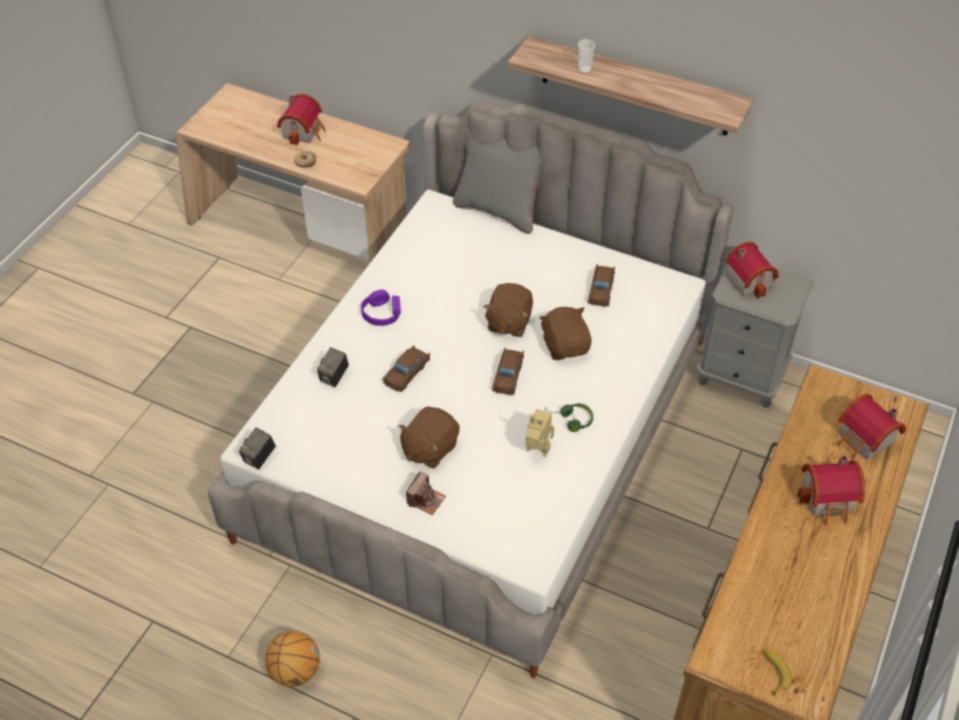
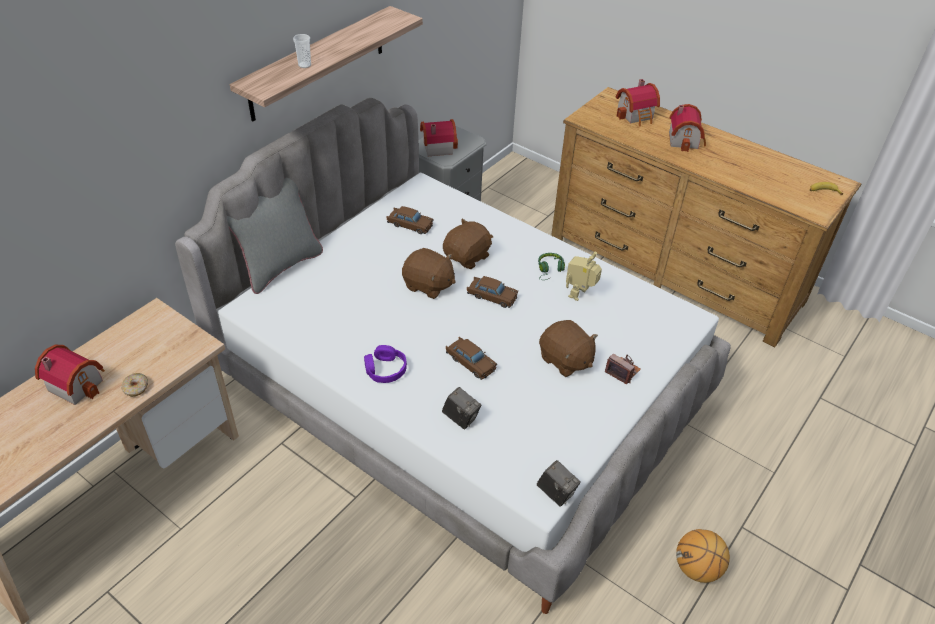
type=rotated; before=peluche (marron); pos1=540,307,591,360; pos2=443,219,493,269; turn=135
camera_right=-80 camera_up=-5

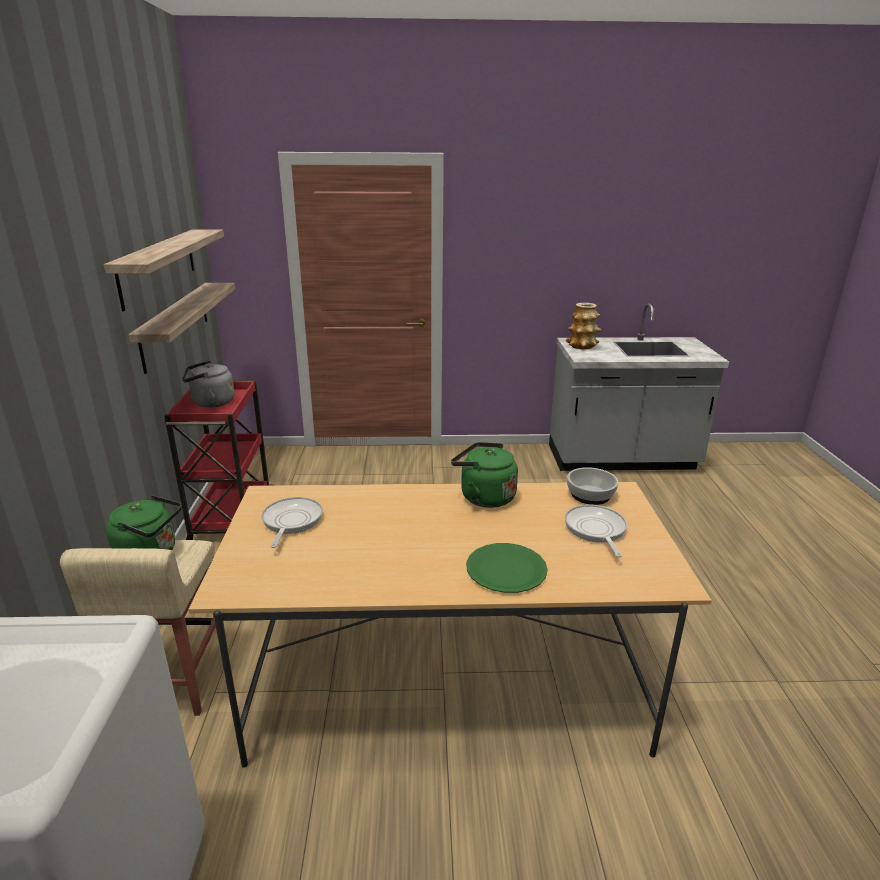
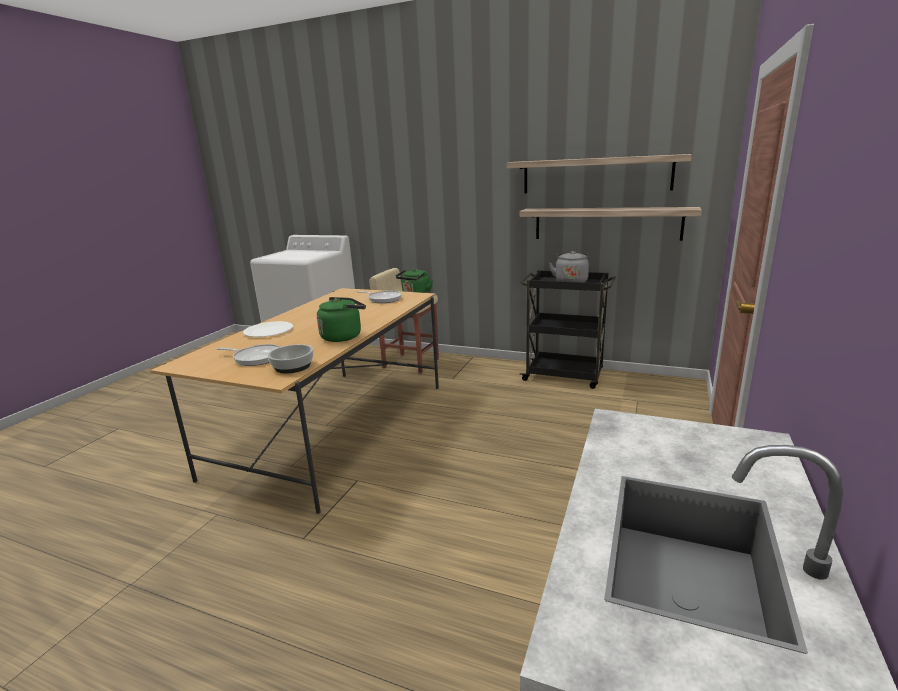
type=repainted; before=chariot (rouge); after=chariot (noir); pos1=164,380,269,540; pos2=520,270,616,389
type=repainted; before=assiette (vert); after=assiette (blanc); pos1=466,543,548,593; pos2=243,321,293,337
type=gone; before=vase; pos1=566,303,601,349
camera_right=115 camera_up=-5

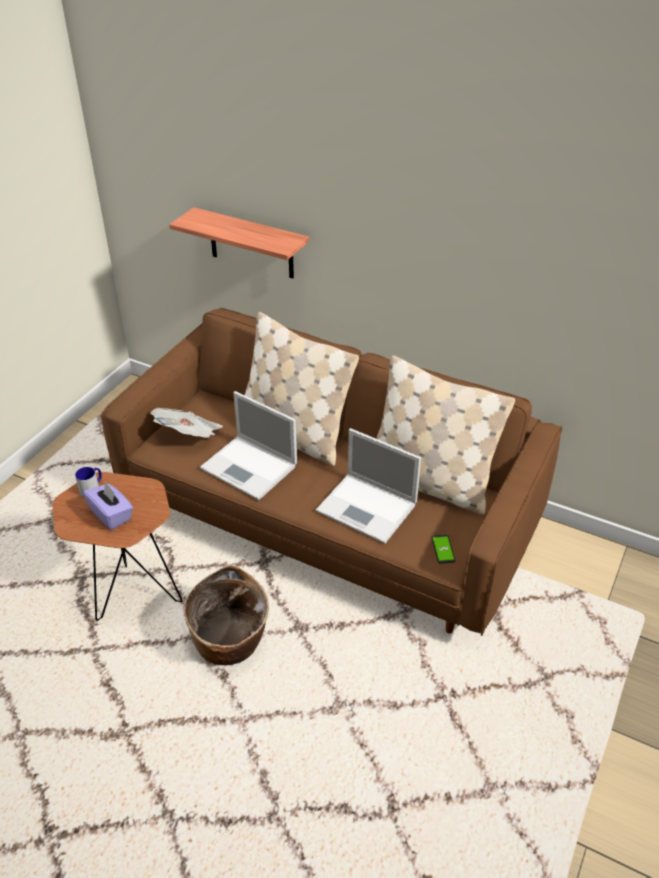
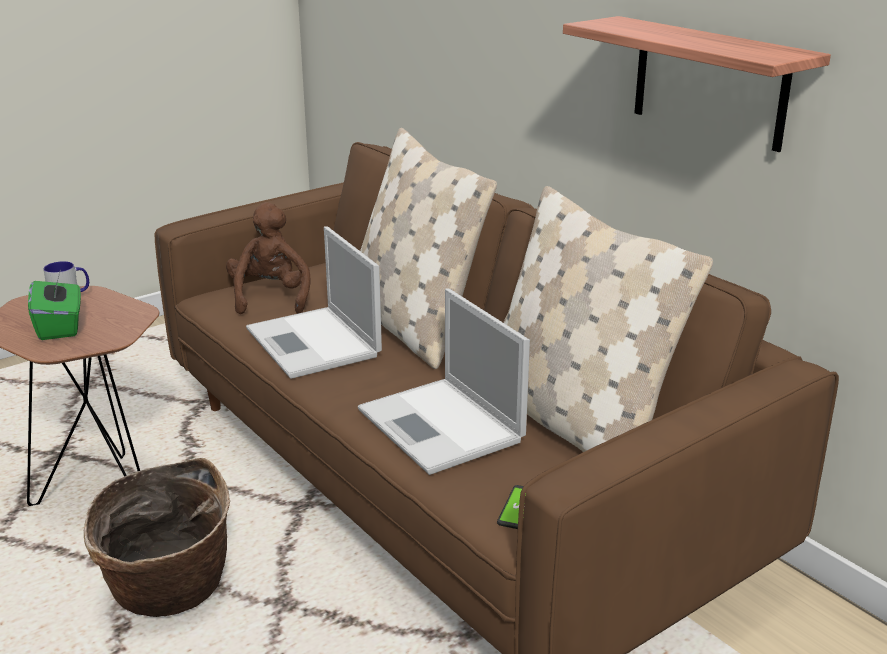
type=repainted; before=boîte à mouchoirs (violet); after=boîte à mouchoirs (vert); pos1=83,482,133,530; pos2=28,272,81,340
type=swapped; before=journal; after=peluche (marron); pos1=151,408,223,438; pos2=226,202,310,314
type=shifted; before=étagère; pos1=169,207,309,278; pos2=563,16,831,152
camera_right=25 camera_up=-15

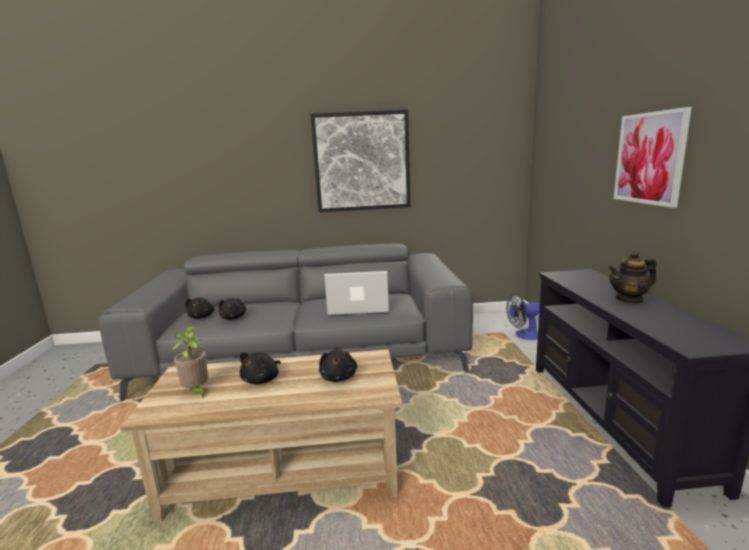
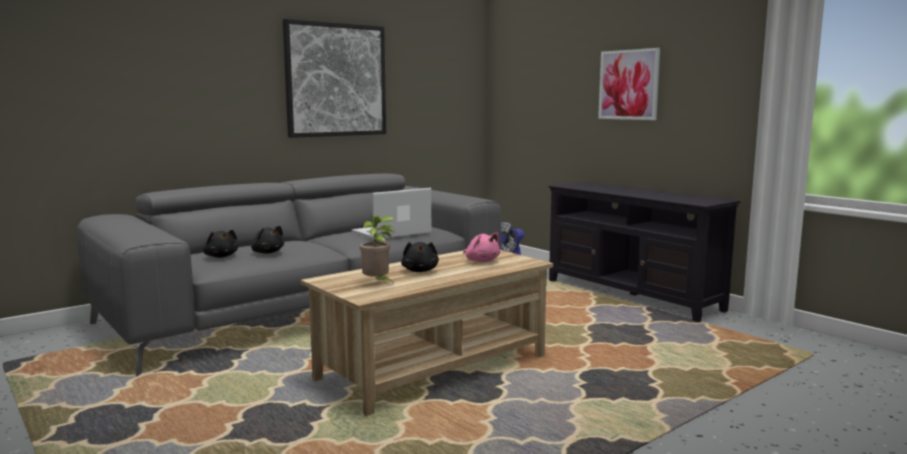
type=repainted; before=peluche (noir); after=peluche (rose); pos1=319,350,357,382; pos2=463,233,500,262
type=gone; before=théière; pos1=608,251,657,304
camera_right=-35 camera_up=-5

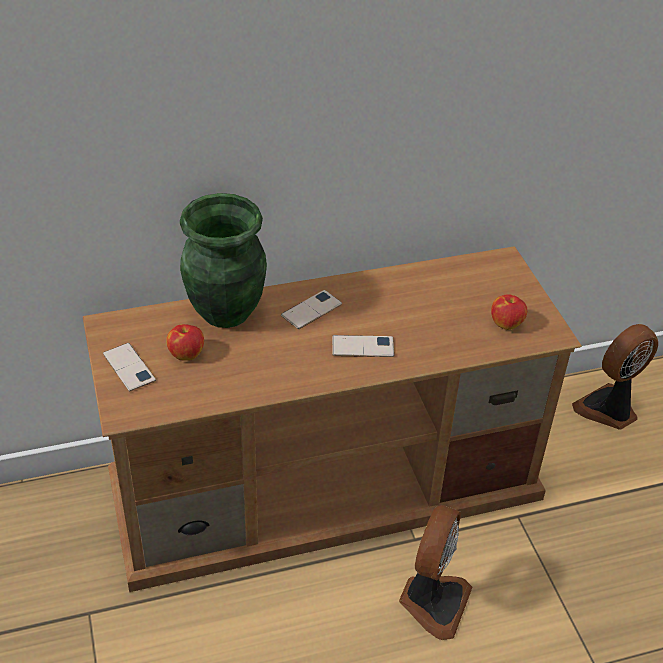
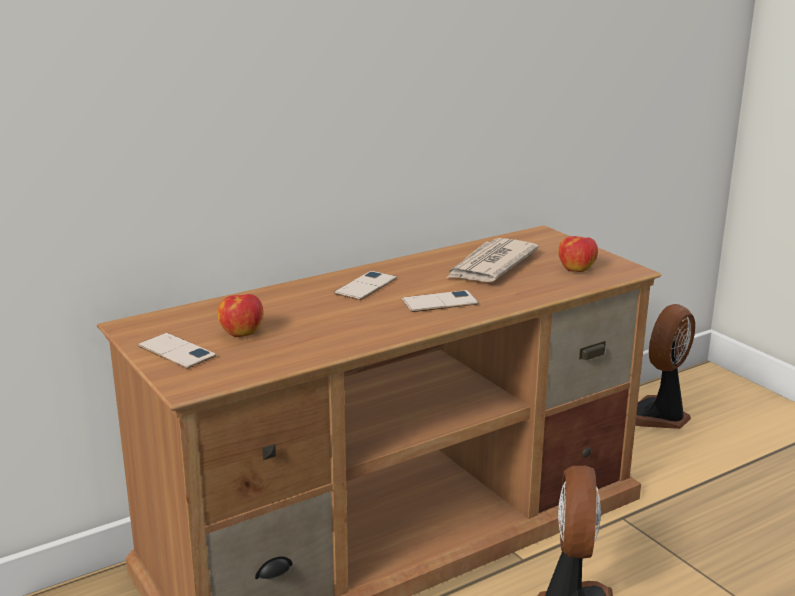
type=gone; before=vase (vert); pos1=180,193,267,328
type=new; after=journal; pos2=445,238,539,282
camera_right=-15 camera_up=-20

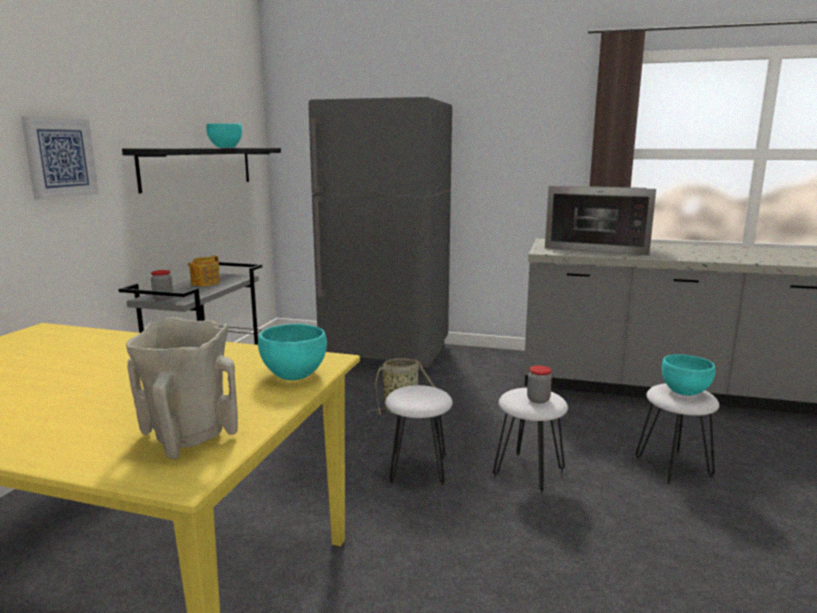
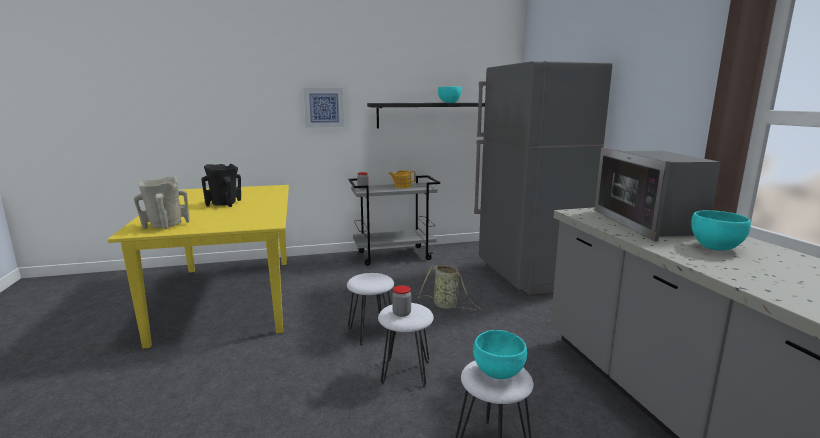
type=shifted; before=bol (turquoise); pos1=258,324,327,380; pos2=691,210,751,251
type=new; after=vase (noir); pos2=201,164,241,207
camera_right=60 camera_up=0

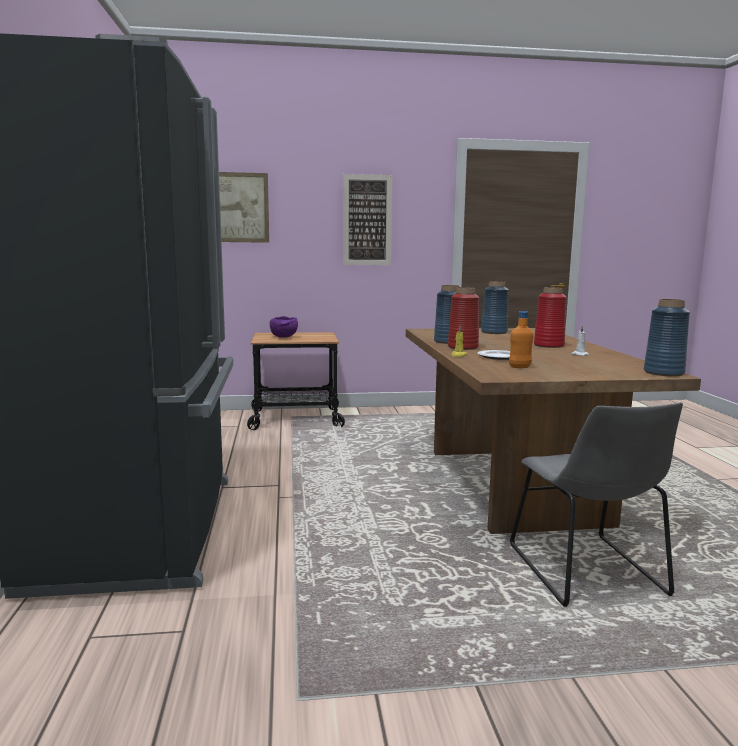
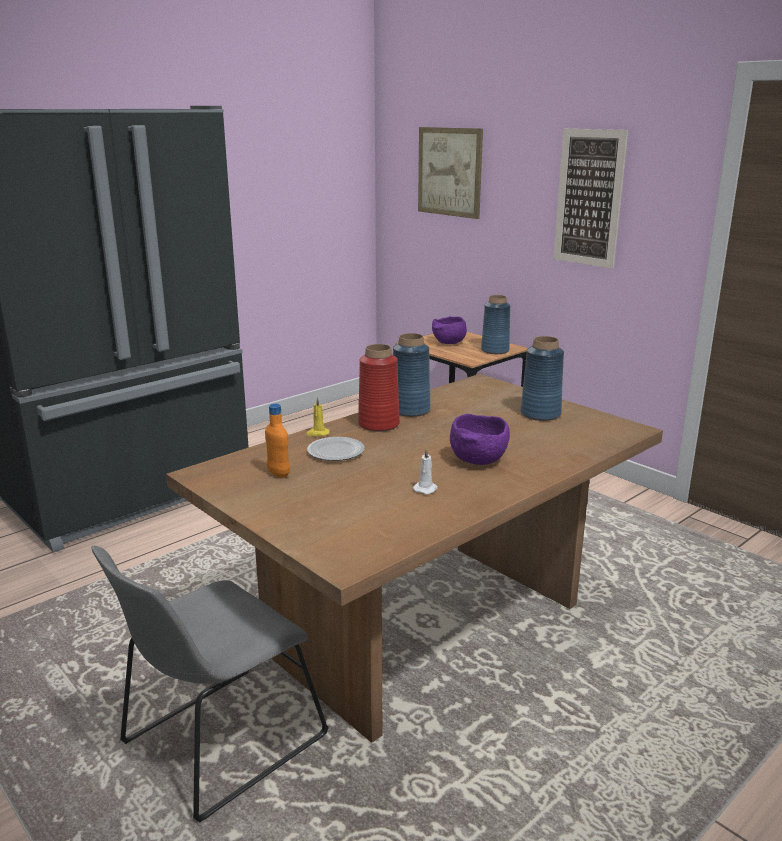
type=swapped; before=vase (rouge); after=bol (violet); pos1=534,287,567,348; pos2=450,414,510,465
type=shifted; before=vase (bleu); pos1=644,299,690,377; pos2=481,295,510,354
camera_right=55 camera_up=10

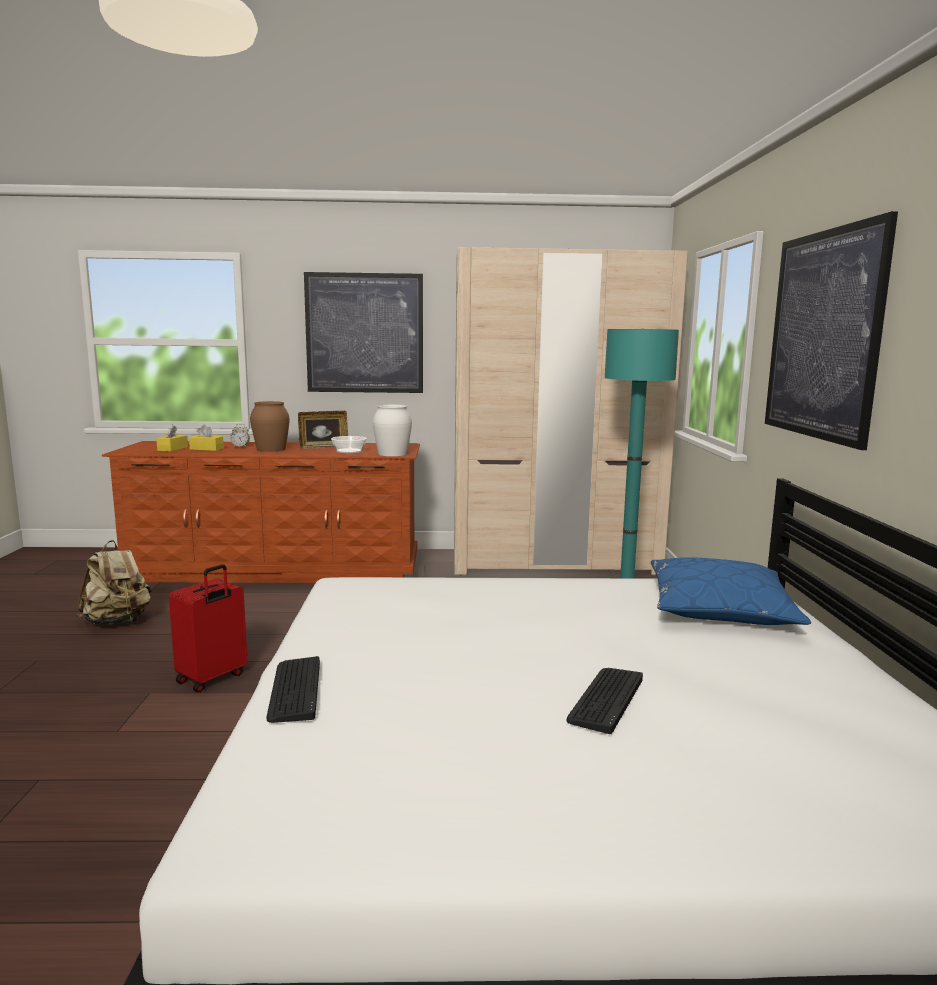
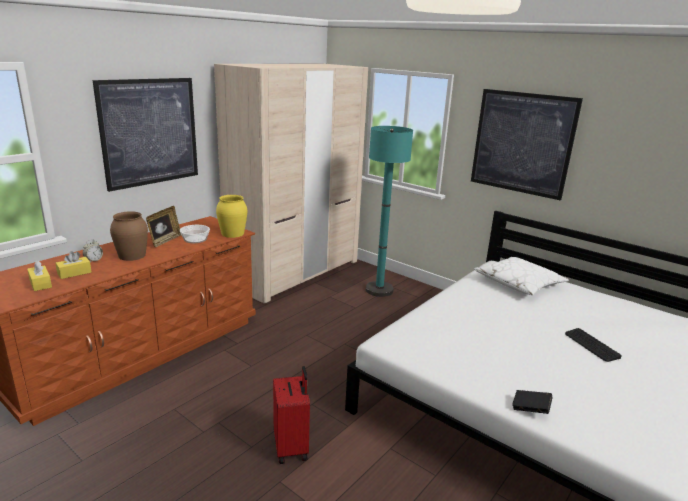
type=gone; before=sac à dos (beige); pos1=76,540,152,625
type=swapped; before=clavier; after=livre (noir); pos1=266,656,320,723; pos2=512,390,552,414
type=repainted; before=vase (blanc); after=vase (jaune); pos1=373,405,412,456; pos2=216,195,247,238
type=repainted; before=coussin (bleu); after=coussin (blanc); pos1=651,557,811,625; pos2=474,257,569,295
camera_right=-50 camera_up=10

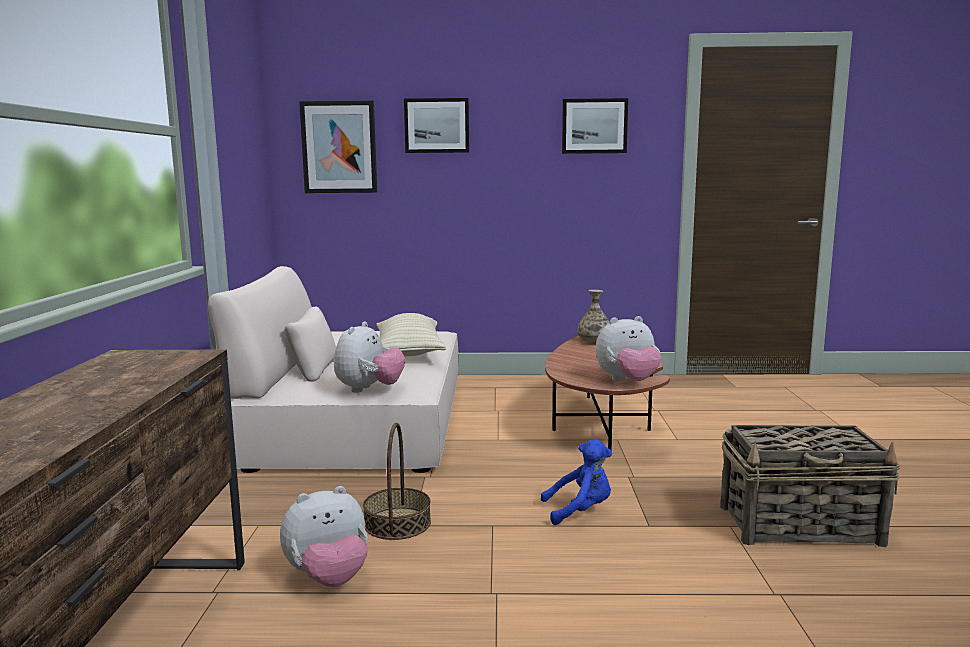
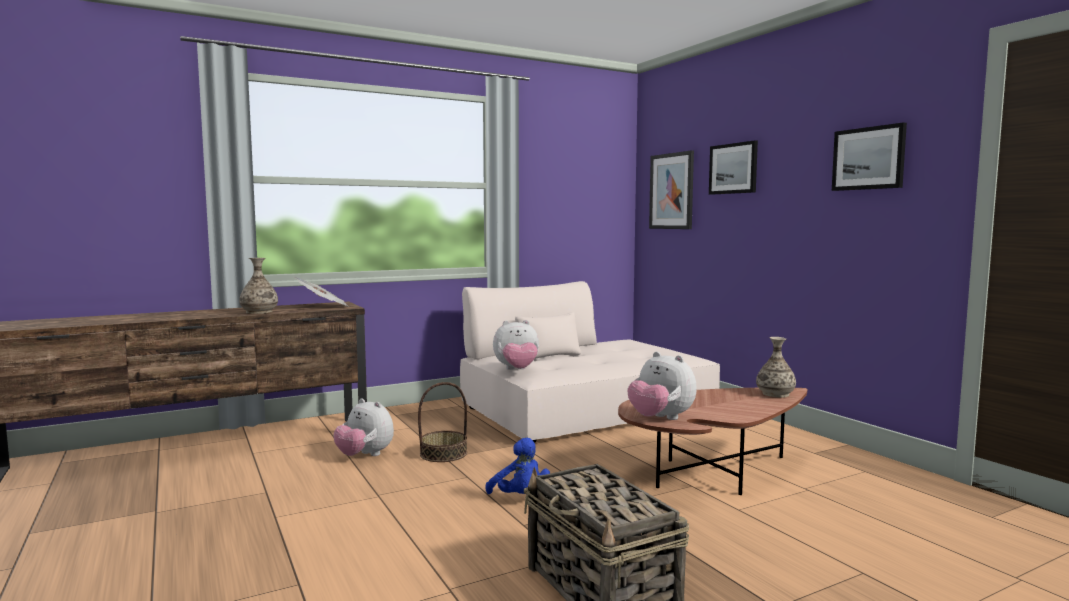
type=gone; before=coussin (beige); pos1=377,313,446,356
type=new; after=vase; pos2=239,258,278,314
type=new; after=journal; pos2=292,276,350,307
camera_right=60 camera_up=-5

